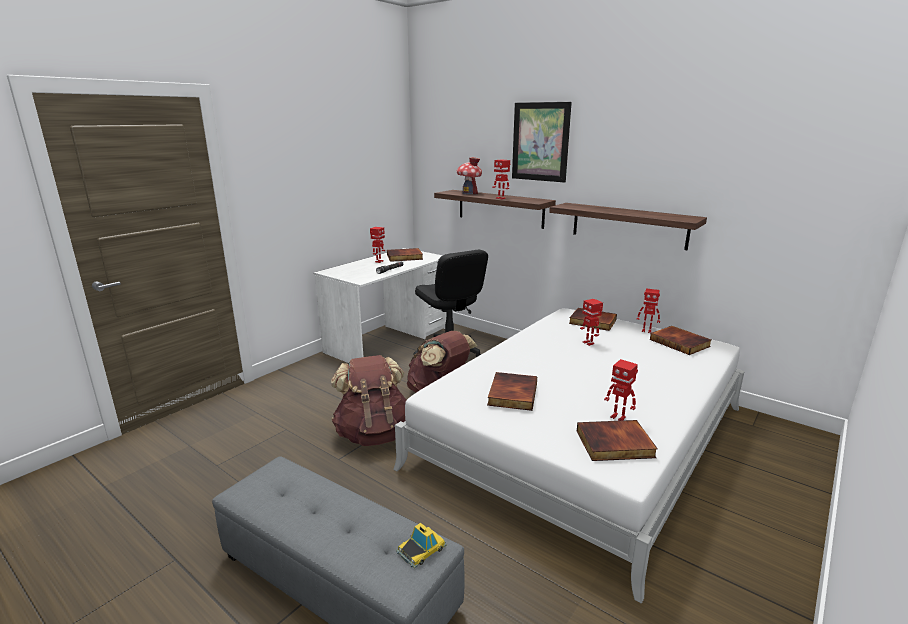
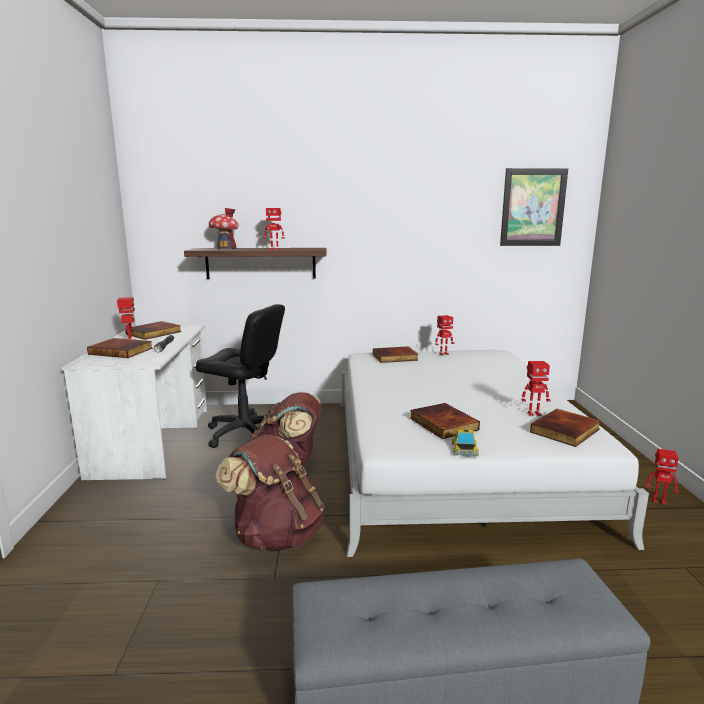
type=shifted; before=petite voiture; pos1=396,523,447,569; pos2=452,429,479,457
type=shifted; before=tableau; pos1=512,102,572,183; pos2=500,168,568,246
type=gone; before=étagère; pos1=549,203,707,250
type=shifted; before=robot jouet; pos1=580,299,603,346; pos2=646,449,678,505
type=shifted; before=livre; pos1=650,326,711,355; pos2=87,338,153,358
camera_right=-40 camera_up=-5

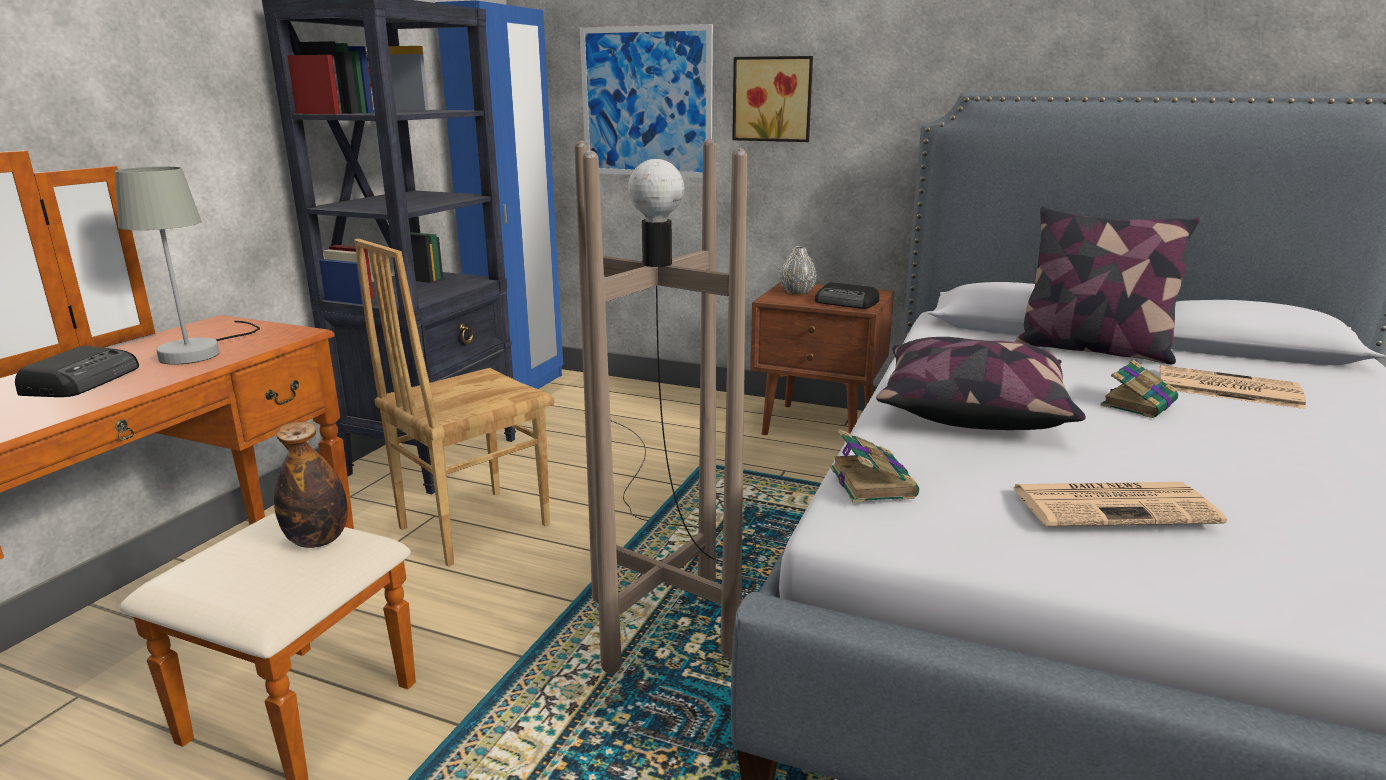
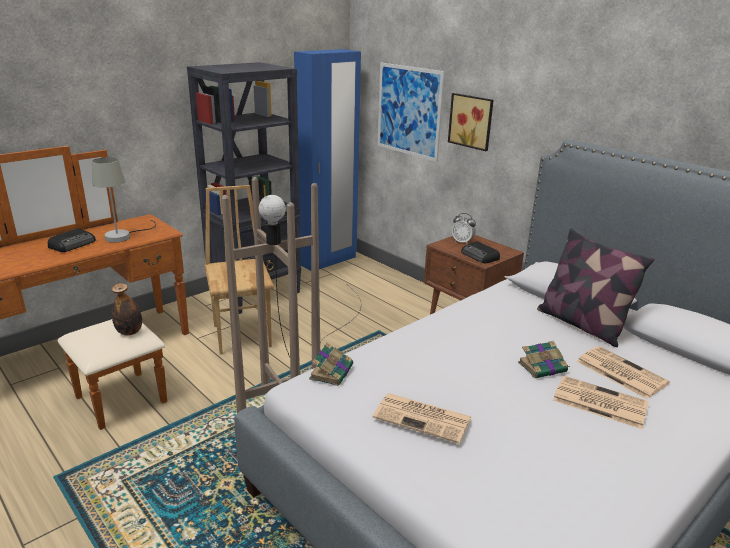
type=rotated; before=chaise (marron); pos1=354,239,554,567; pos2=204,185,274,355; turn=90
type=swapped; before=vase (gris); after=réveil; pos1=780,246,817,295; pos2=452,213,476,245
type=gone; before=coussin; pos1=876,337,1086,430
type=new; after=journal; pos2=553,376,649,429
camera_right=25 camera_up=5

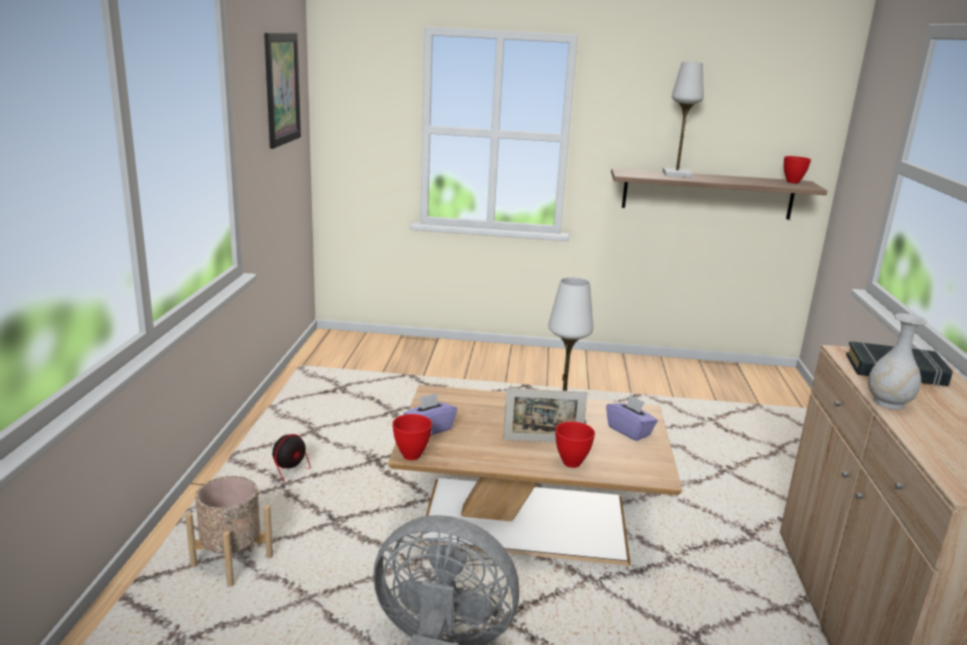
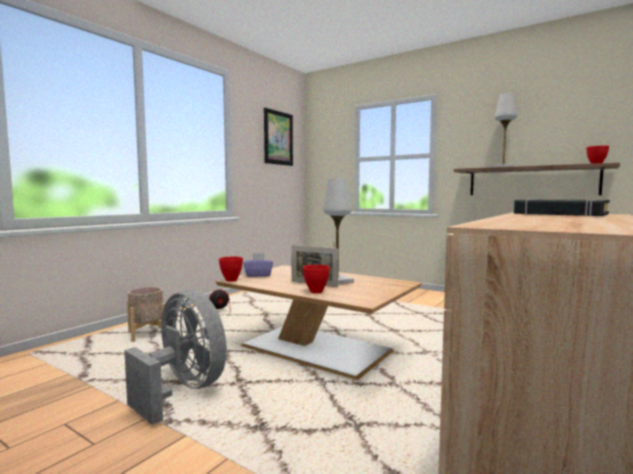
type=gone; before=boîte à mouchoirs (violet); pos1=606,395,658,441
type=gone; before=vase (blanc); pos1=868,313,927,409
camera_right=30 camera_up=-15

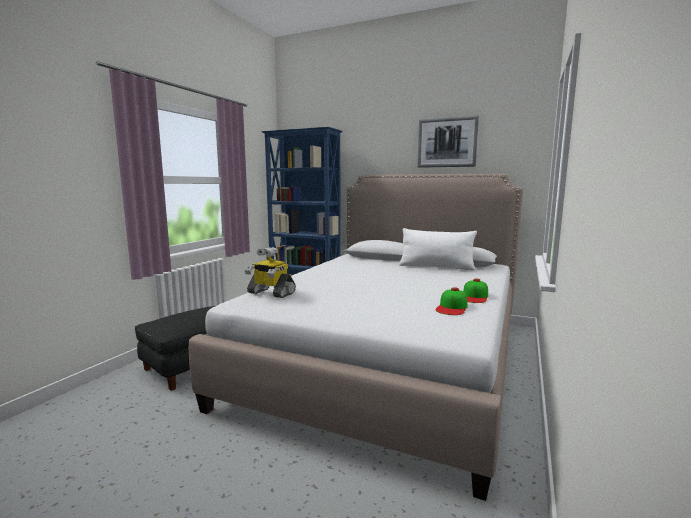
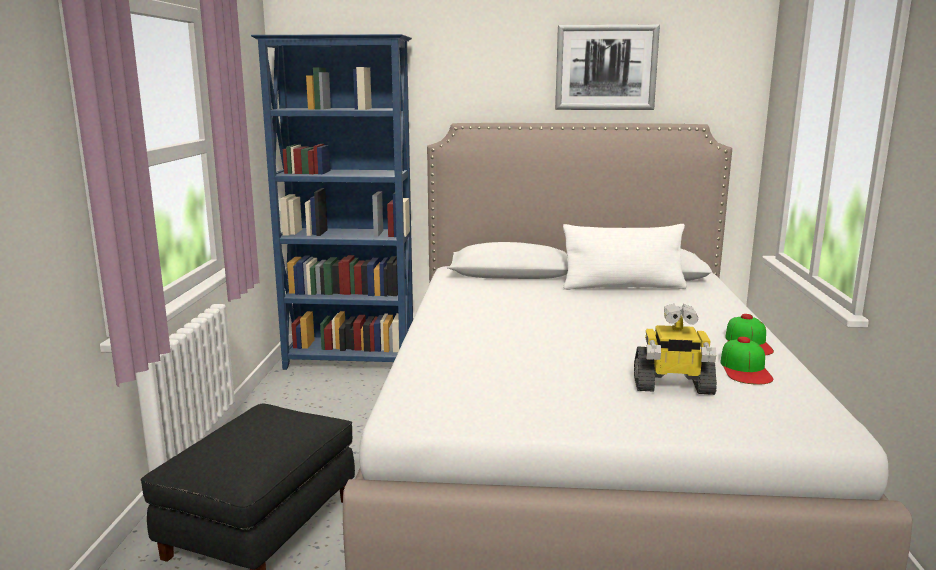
type=shifted; before=robot jouet; pos1=245,247,296,298; pos2=634,304,717,395
camera_right=-20 camera_up=5

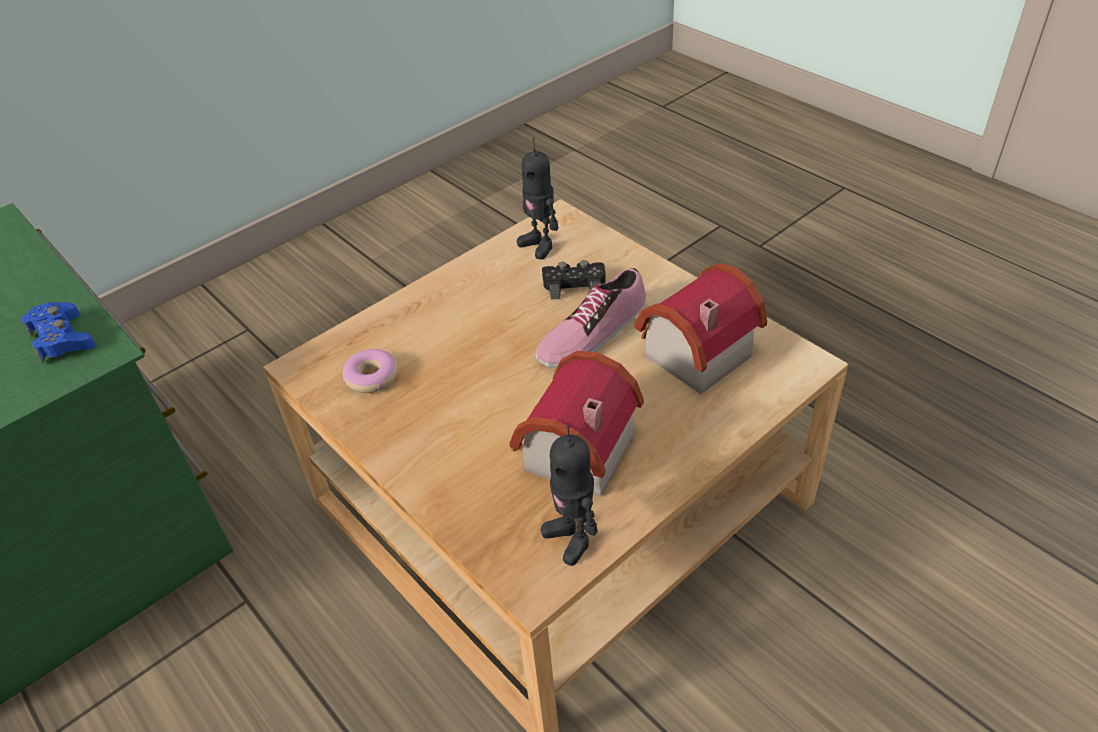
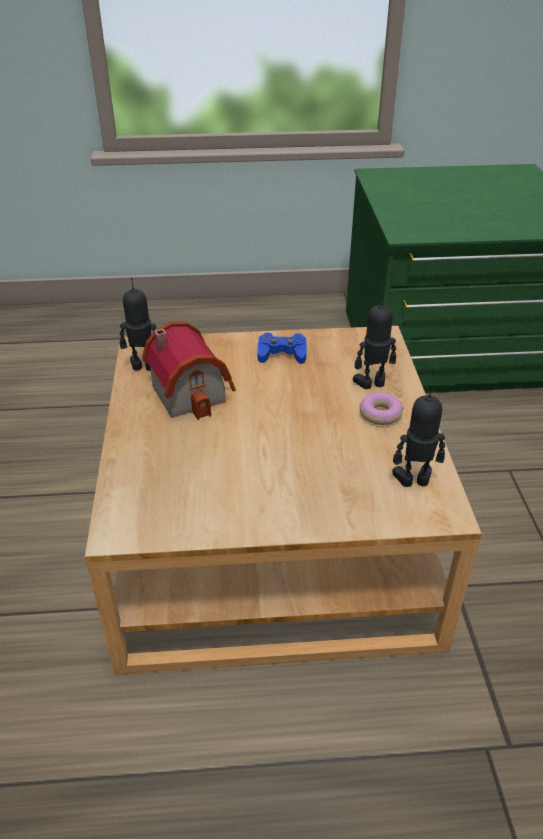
type=shifted; before=manette (bleu); pos1=20,302,96,364; pos2=257,333,307,364
type=shifted; before=beignet; pos1=343,349,398,393; pos2=359,393,403,425
type=gone; before=chaussure; pos1=536,268,646,368
type=gone; before=manette (noir); pos1=542,260,606,300
type=gone; before=maison miniature; pos1=635,263,767,394
type=new; after=robot jouet; pos2=353,294,396,389
camera_right=125 camera_up=-5

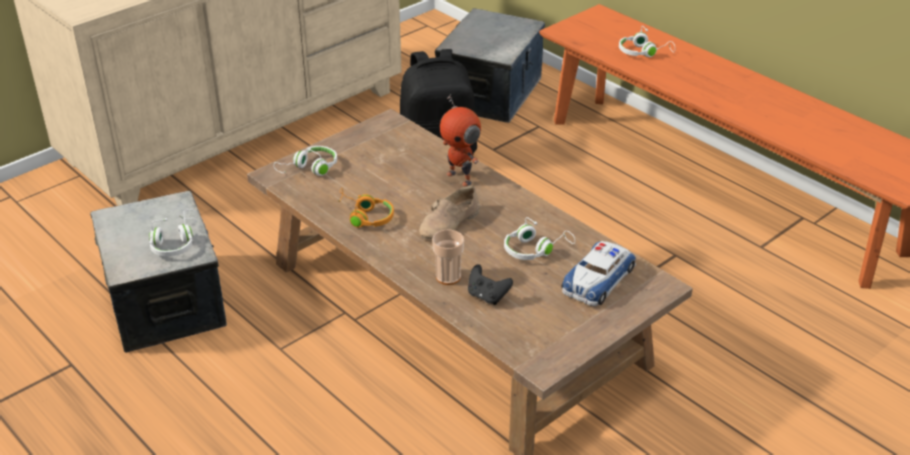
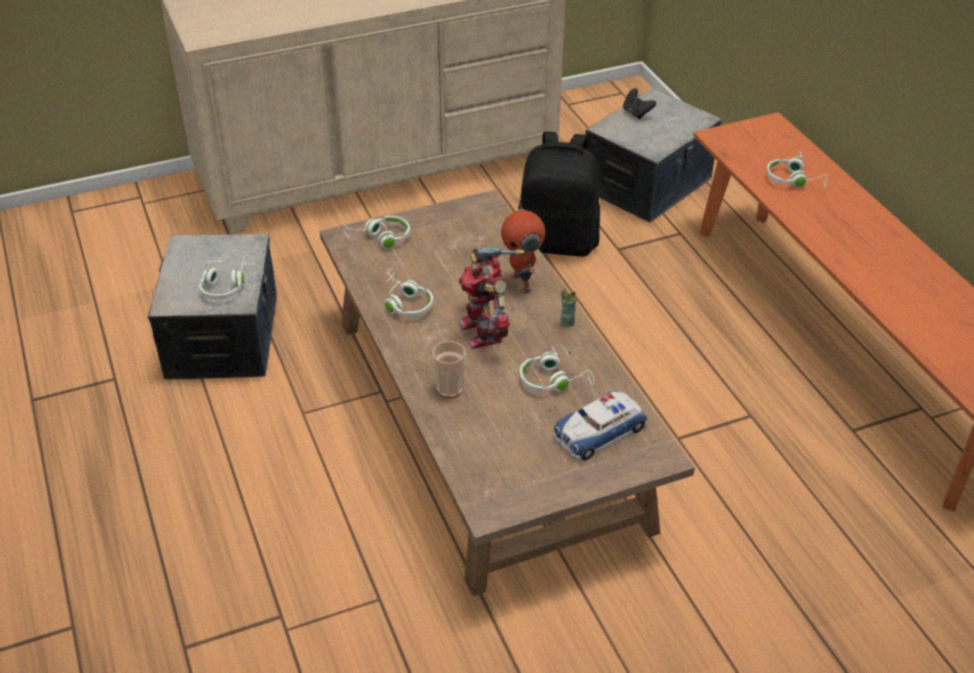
type=repainted; before=casque audio (orange); after=casque audio (blanc); pos1=337,188,394,228; pos2=383,268,433,317
type=swapped; before=chaussure (beige); after=robot jouet; pos1=419,185,480,239; pos2=459,247,524,349
type=shifted; before=manette (noir); pos1=468,264,513,305; pos2=623,88,656,119
type=new; after=tasse; pos2=560,289,577,328
camera_right=20 camera_up=5

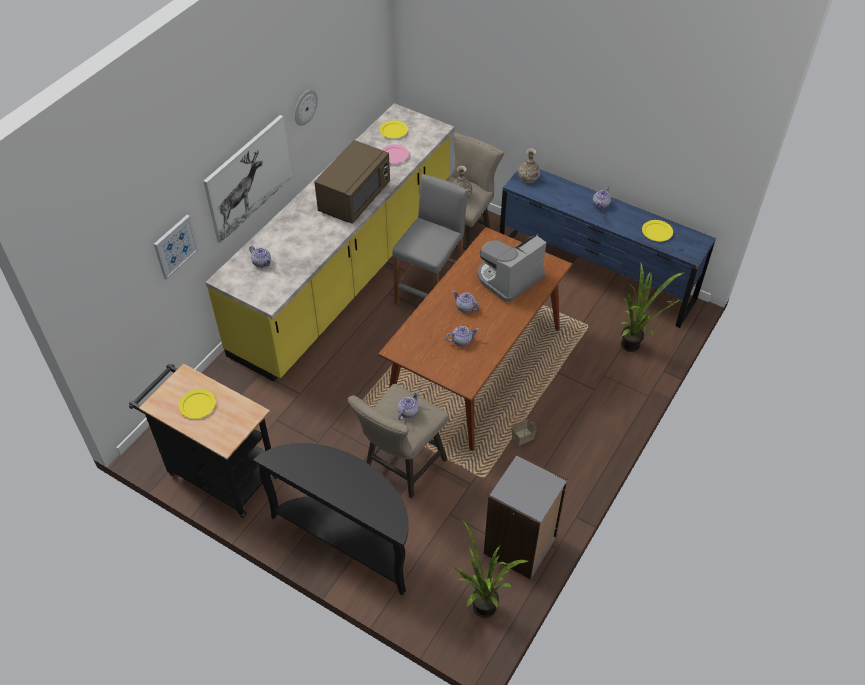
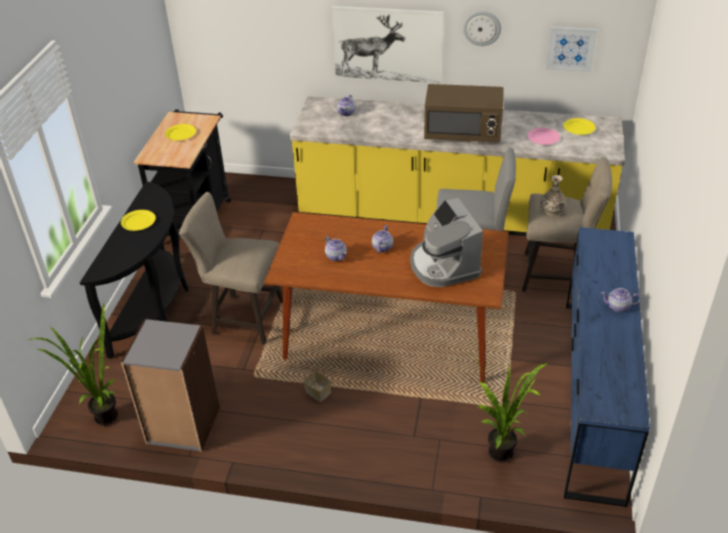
type=shifted; before=tableau; pos1=154,215,199,280; pos2=546,26,597,72
type=gone; before=théière; pos1=398,391,419,420
type=rotated; before=machine à café; pos1=477,235,547,302; pos2=410,198,483,287; turn=-135
type=gone; before=vase; pos1=518,148,540,183
type=shifted; before=assiette (jaune); pos1=642,220,673,241; pos2=121,210,156,231
camera_right=70 camera_up=-10

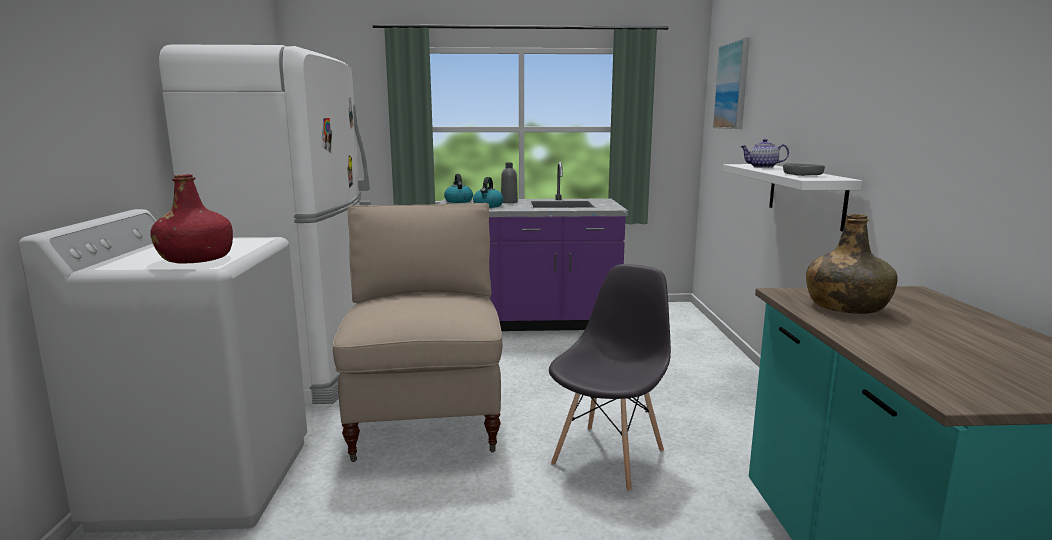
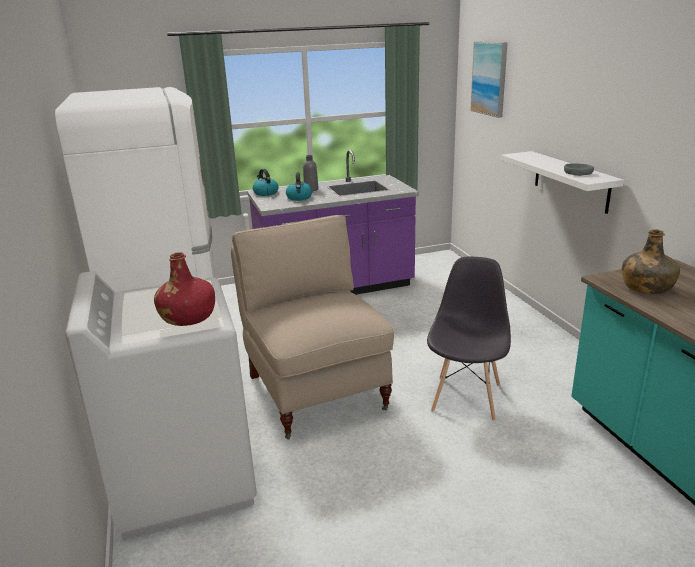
type=gone; before=théière; pos1=740,139,789,168
camera_right=-15 camera_up=10

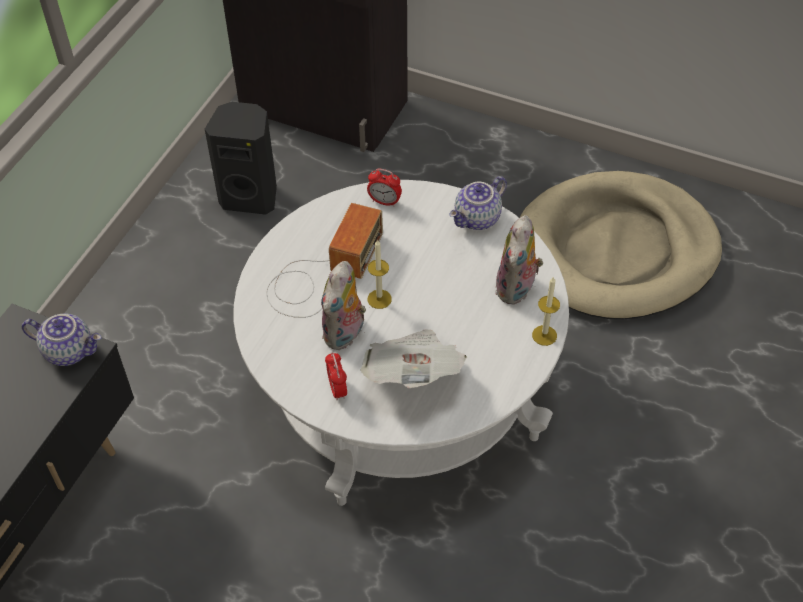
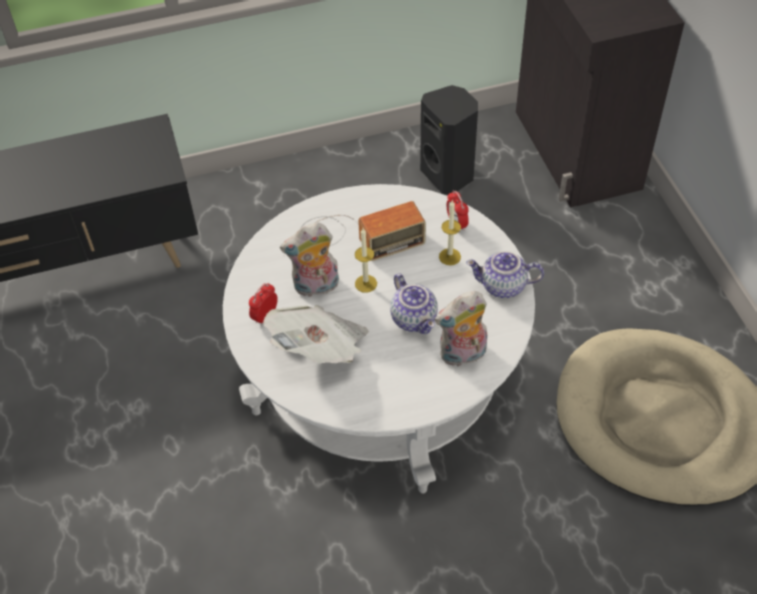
type=shifted; before=théière; pos1=22,314,101,366; pos2=390,273,438,334
type=shifted; before=bougie; pos1=532,277,560,346; pos2=439,200,461,265
camera_right=50 camera_up=0

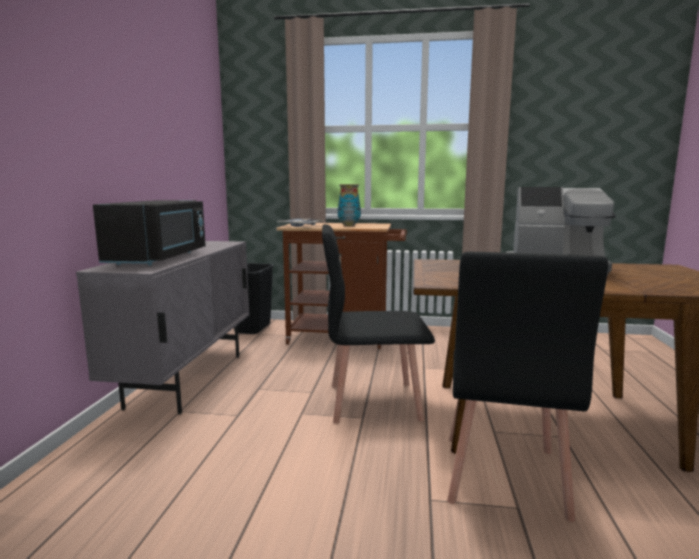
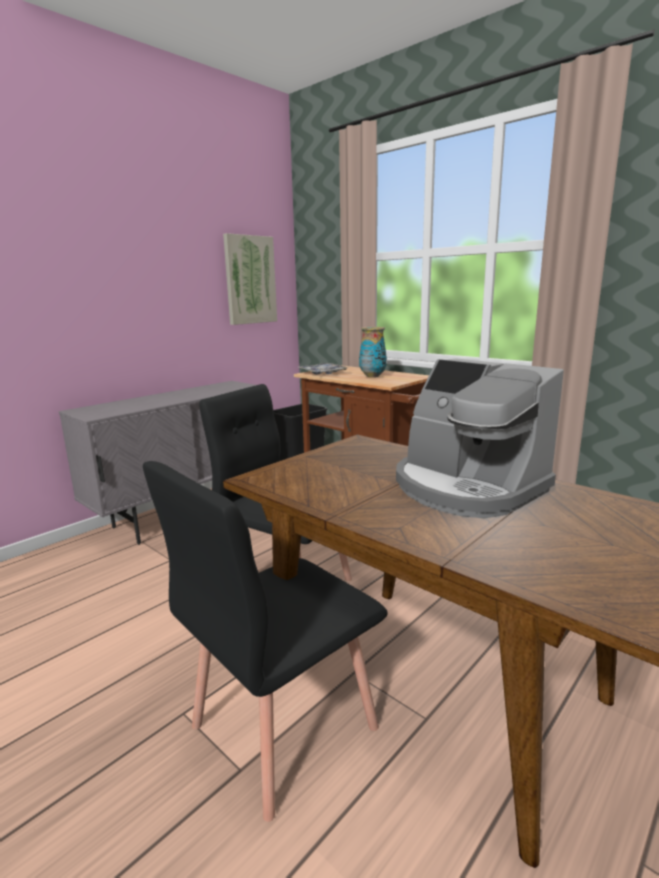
type=gone; before=micro-ondes (noir); pos1=93,200,206,266
type=new; after=tableau; pos2=223,233,277,325
camera_right=35 camera_up=5

